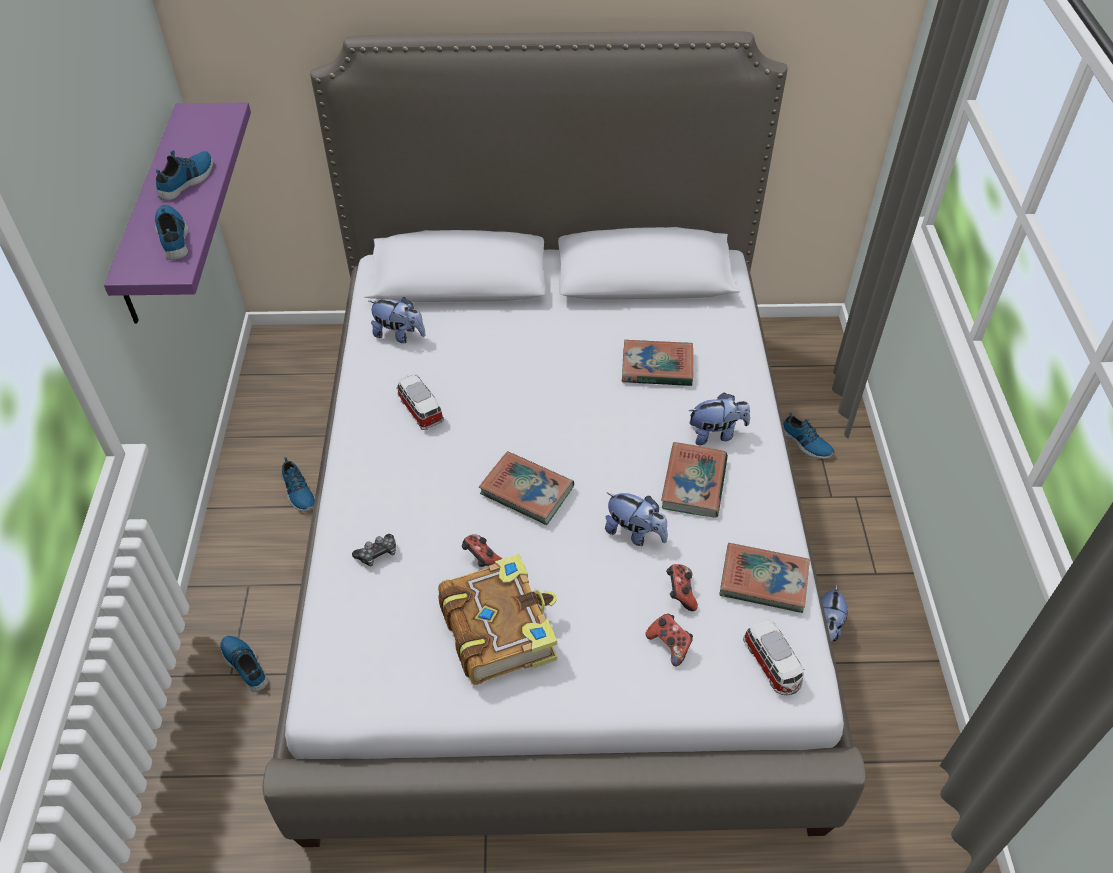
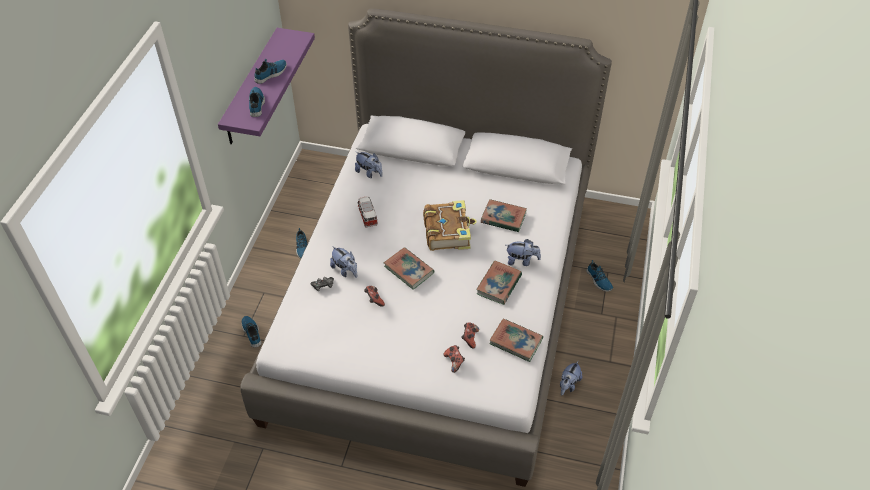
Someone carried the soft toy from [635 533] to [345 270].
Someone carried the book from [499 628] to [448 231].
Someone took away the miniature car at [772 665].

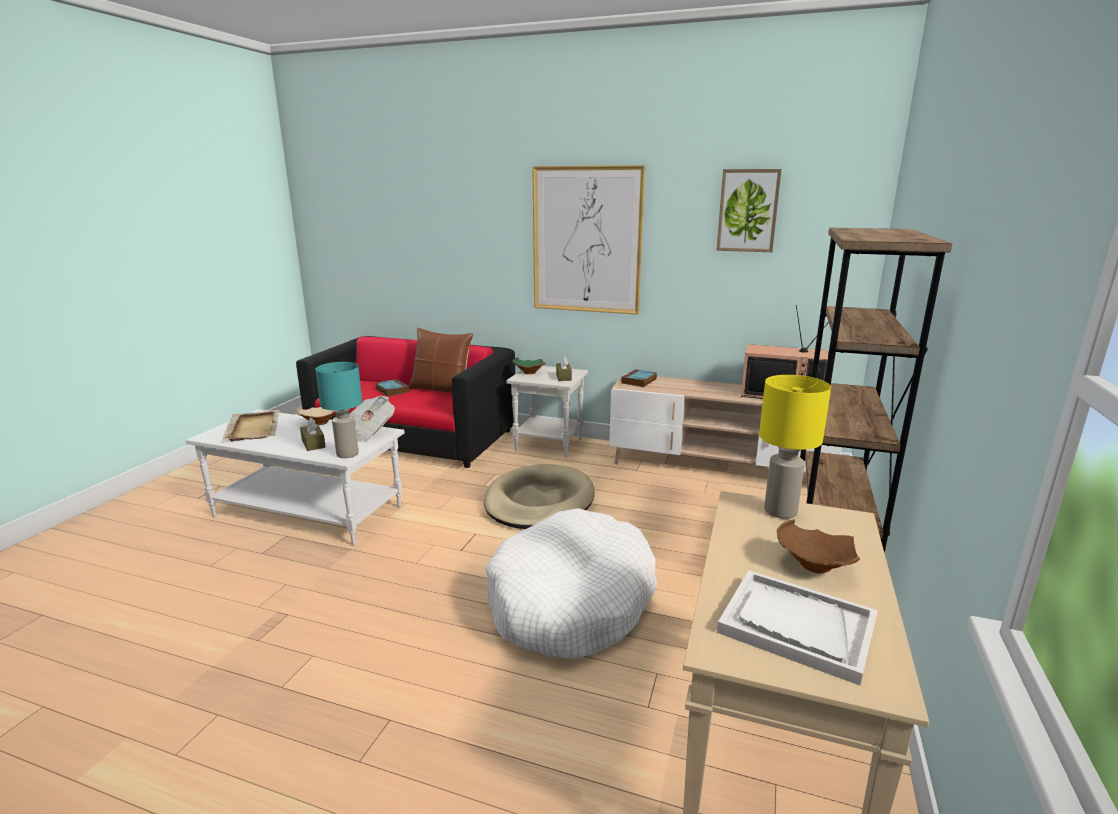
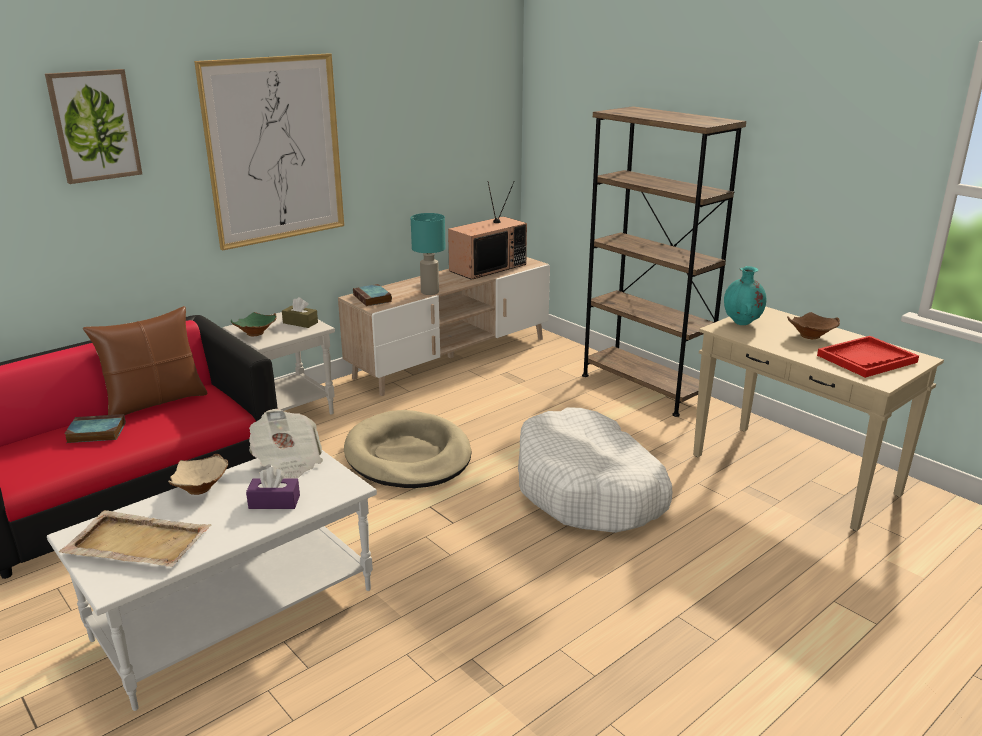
Someone carried the wall art from [748 210] to [94 126].
Someone repainted the brown tissue box at [313 443], which became the purple tissue box at [274 502].
Someone carried the turquoise-coloured lamp for a table from [348 454] to [429 292].
Someone swapped the yellowish lamp for a table at [780 512] for the turquoise-coloured decorative vase at [742 323].
Someone repainted the white-coloured serving tray at [796 626], which became the reddish serving tray at [866 359].

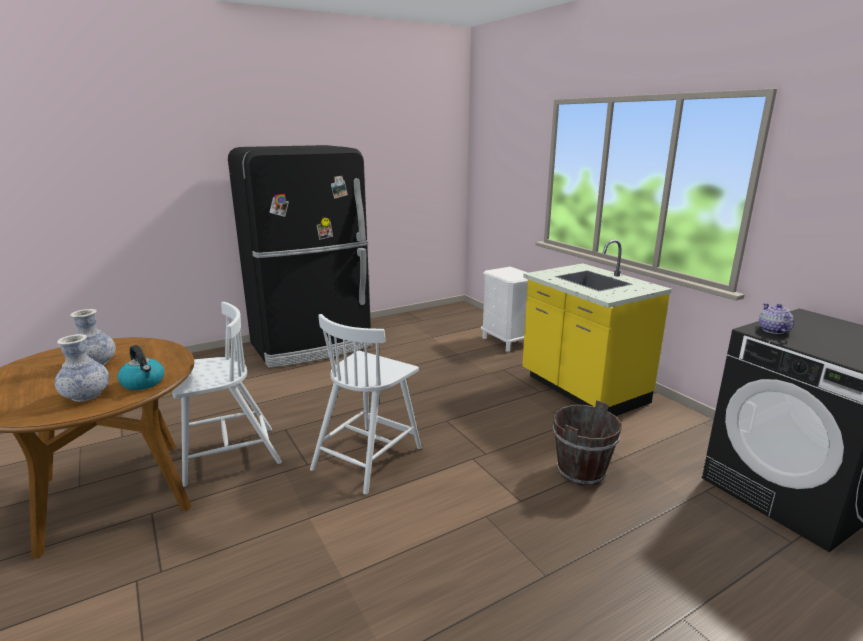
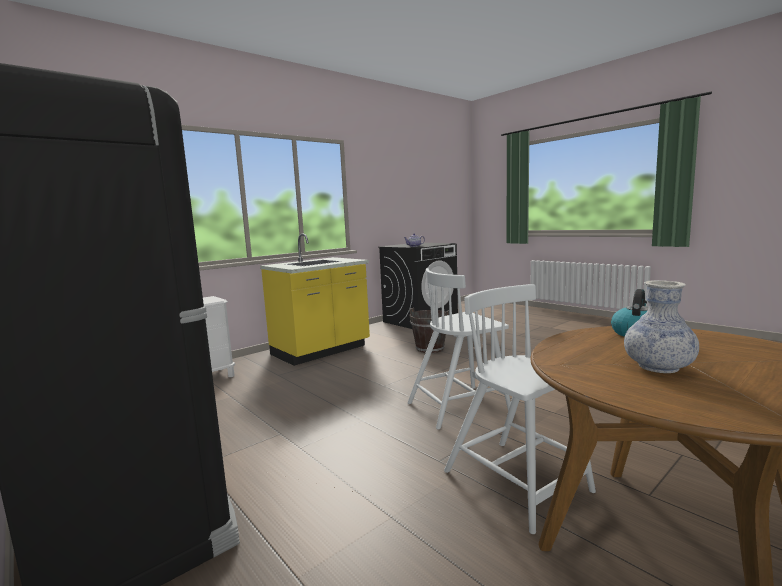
Someone rotated the white-coloured upright chair at [368 457] by 135 degrees clockwise.
Someone took away the decorative vase at [86 396].

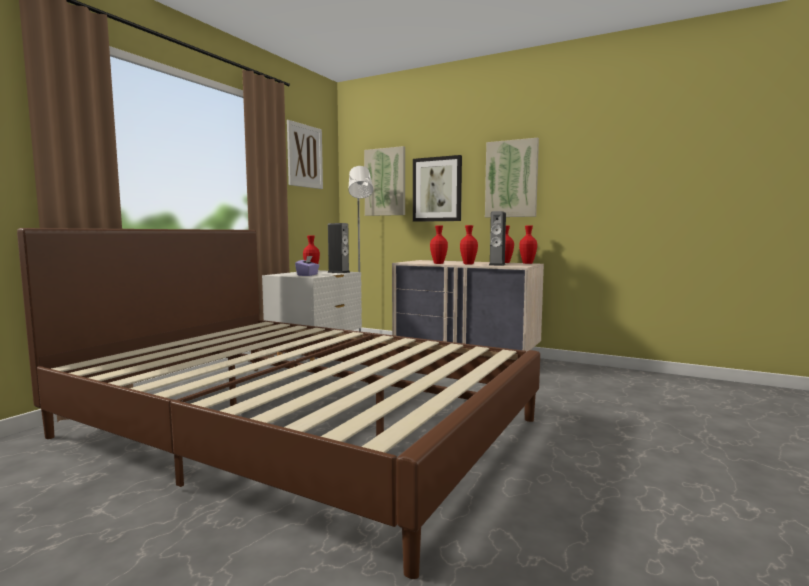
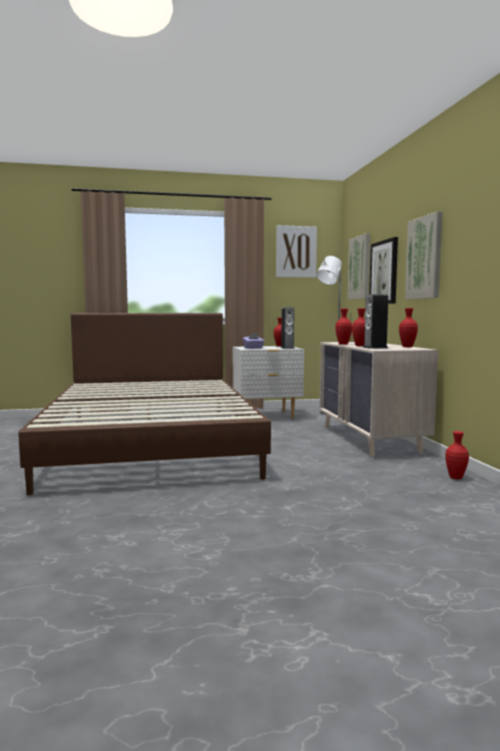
Someone carried the reddish decorative vase from [527 263] to [455 477].

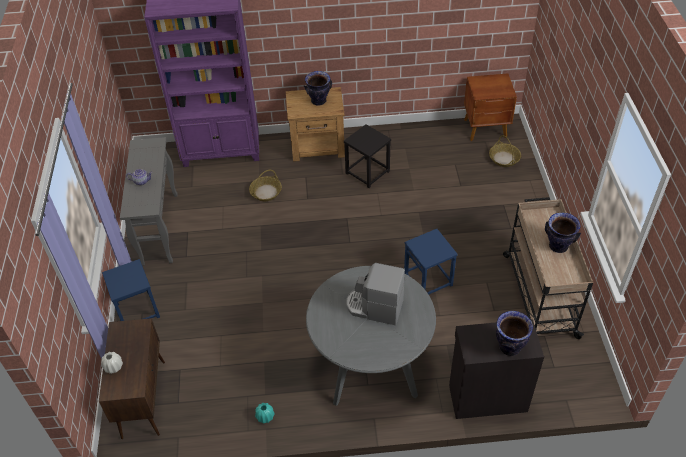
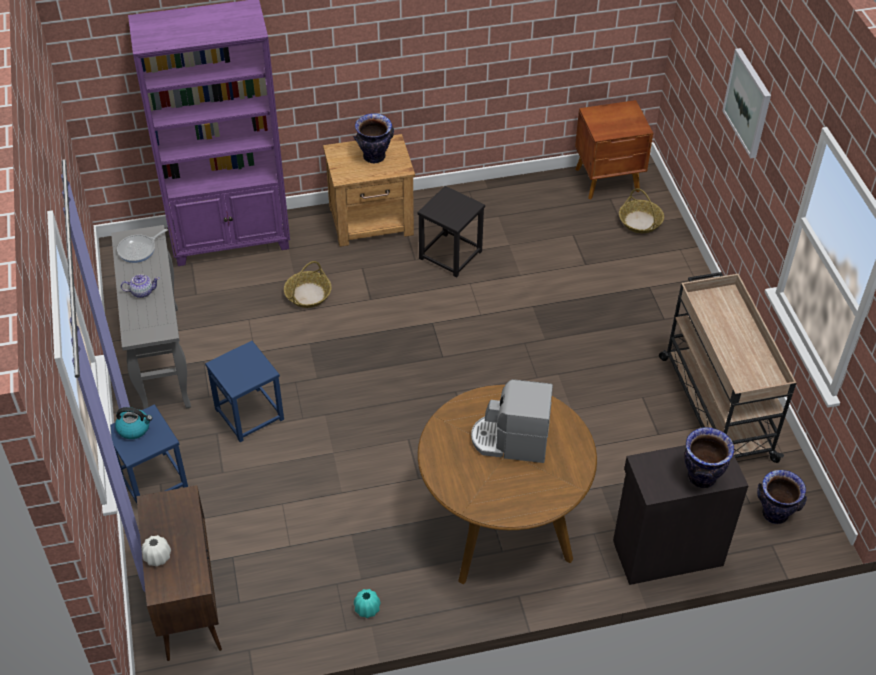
Someone put down the kettle at [134 428].
Someone put down the frying pan at [139 250].
Someone carried the bluish stool seat from [428 279] to [250 414].
Someone repainted the grey dinner table at [371 365], which became the brown dinner table at [502 524].
Someone put up the wall art at [748 103].
Someone carried the decorative vase from [558 246] to [775 513].

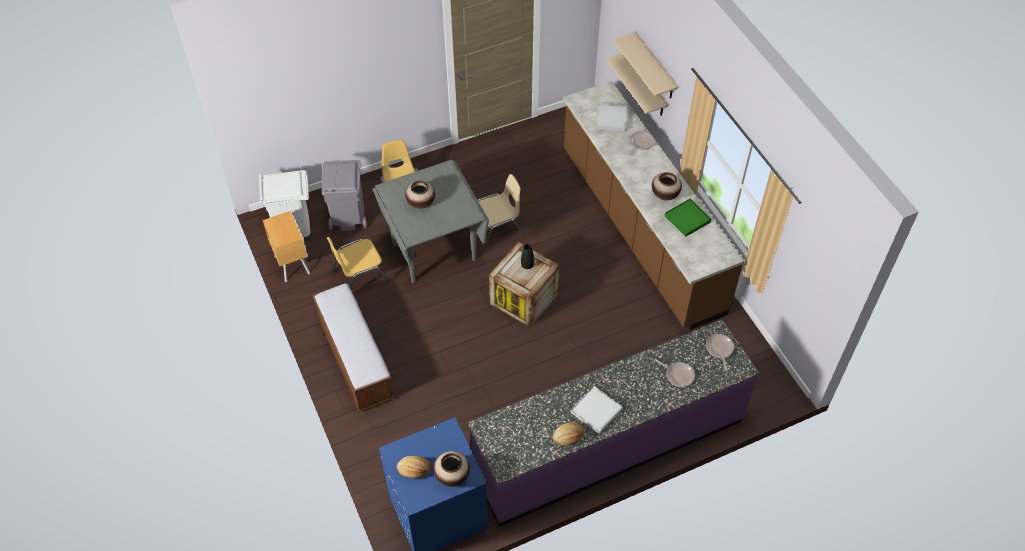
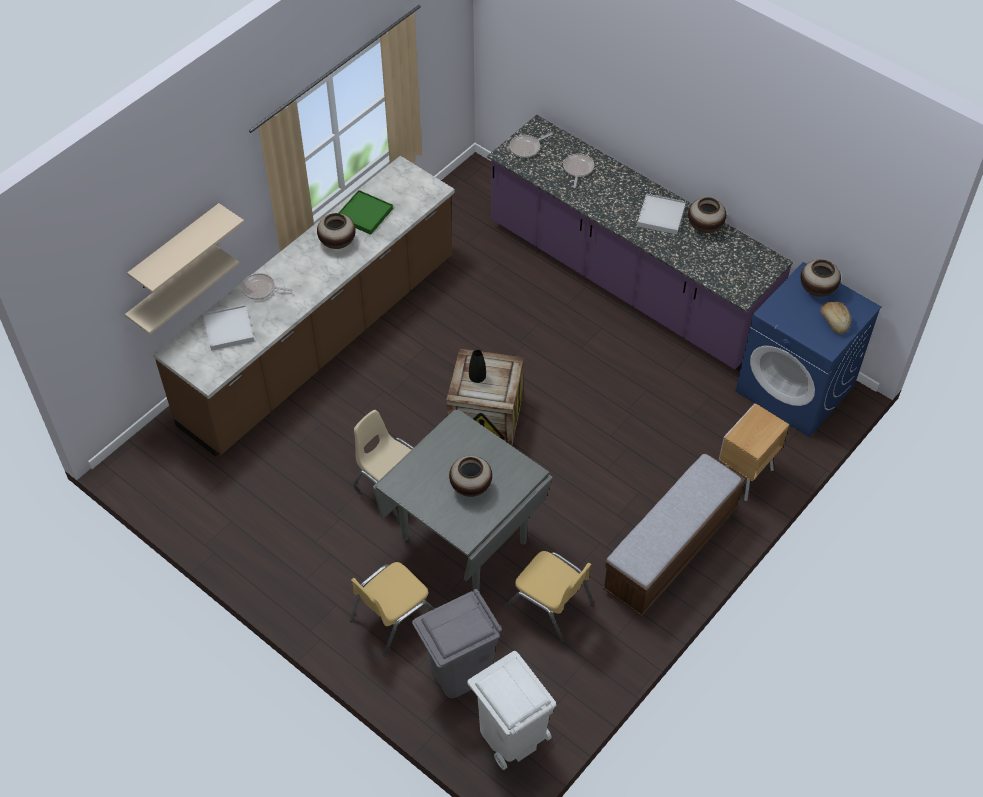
Someone swapped the bakery bread at [568 437] for the decorative vase at [704 227].
Someone carried the brown bedside table from [292 264] to [743 476].

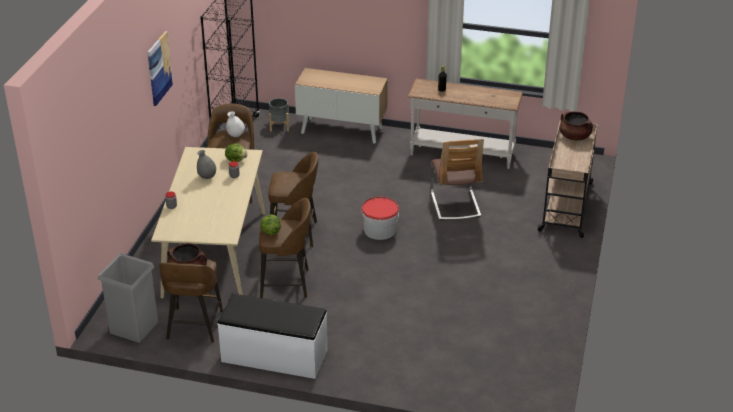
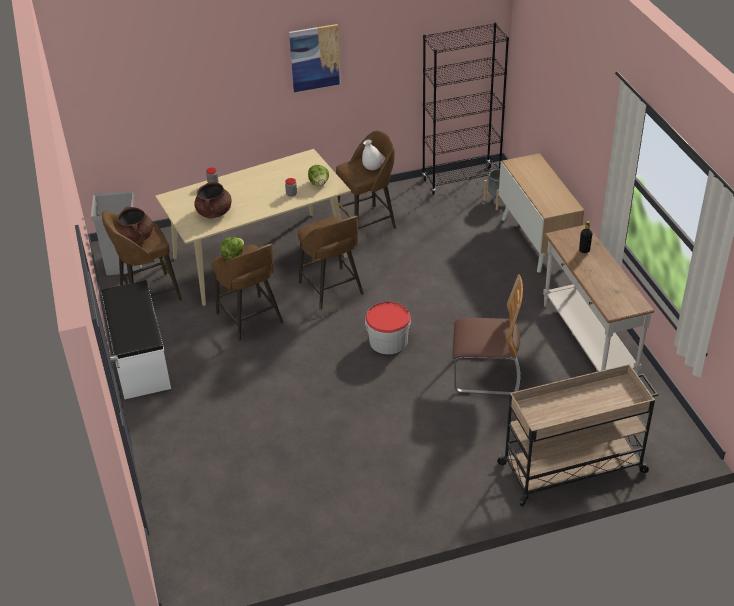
Someone carried the brown cooking pot from [574 137] to [214 213].
Someone rotated the upright chair at [455 204] by 135 degrees counterclockwise.
Someone took away the grey decorative vase at [207 177].

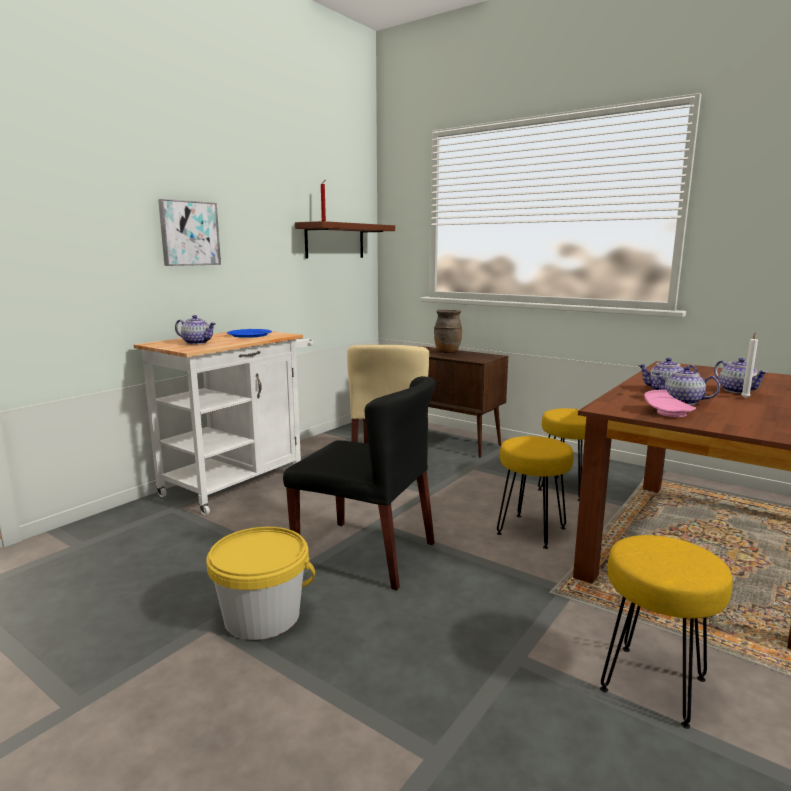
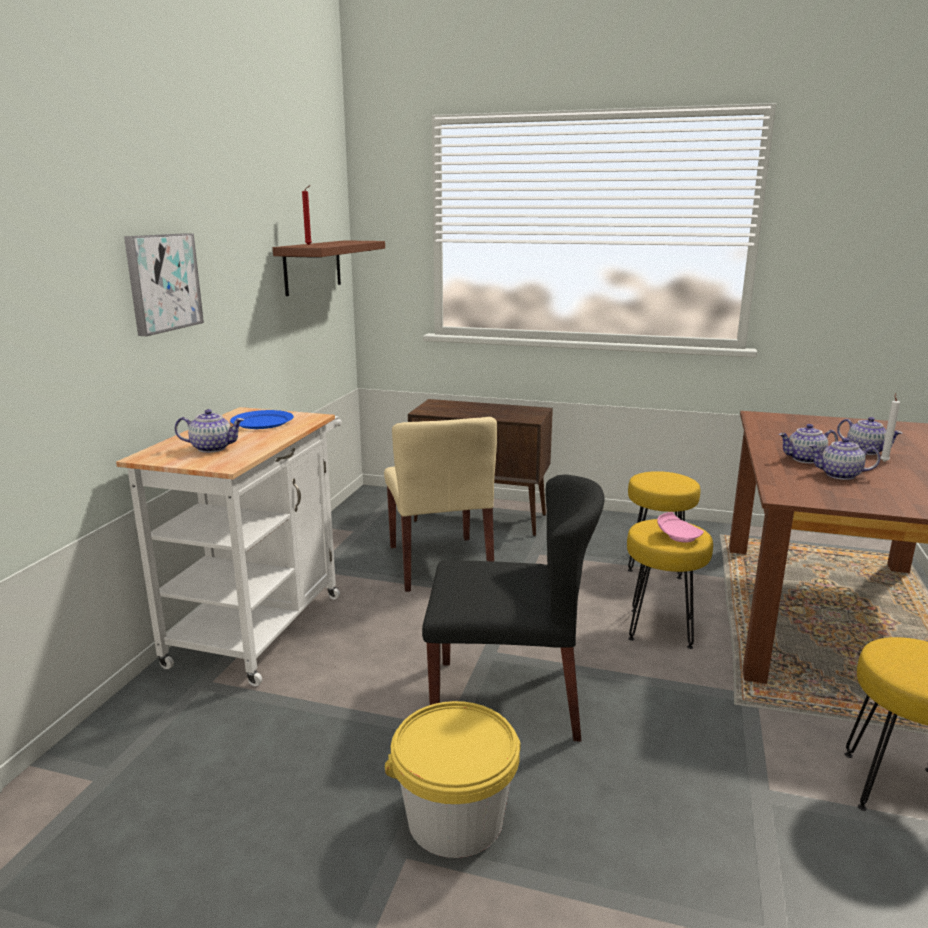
Someone carried the pinkish dinner plate from [667 412] to [678 536].
Someone took away the brown decorative vase at [447 352].

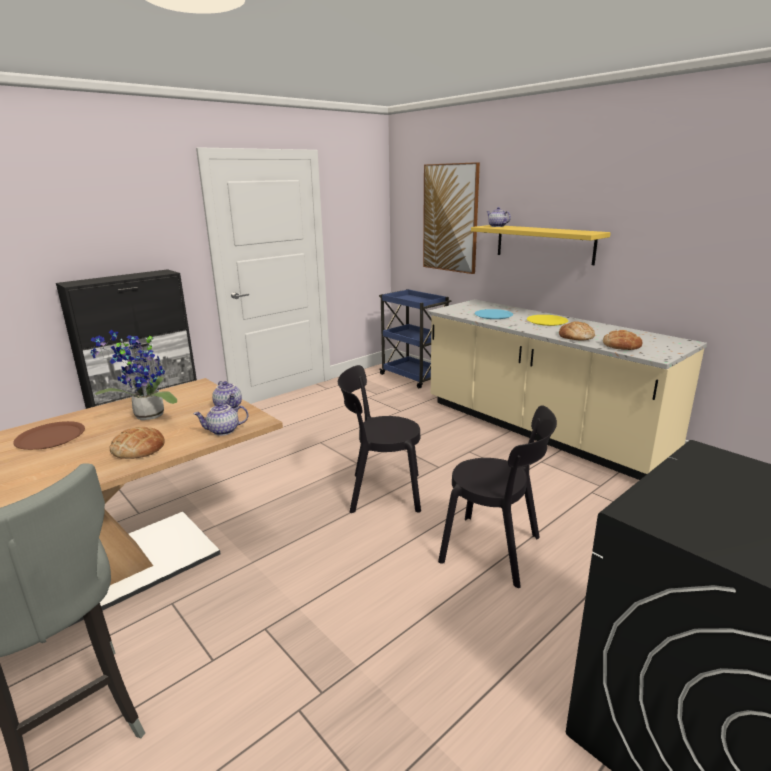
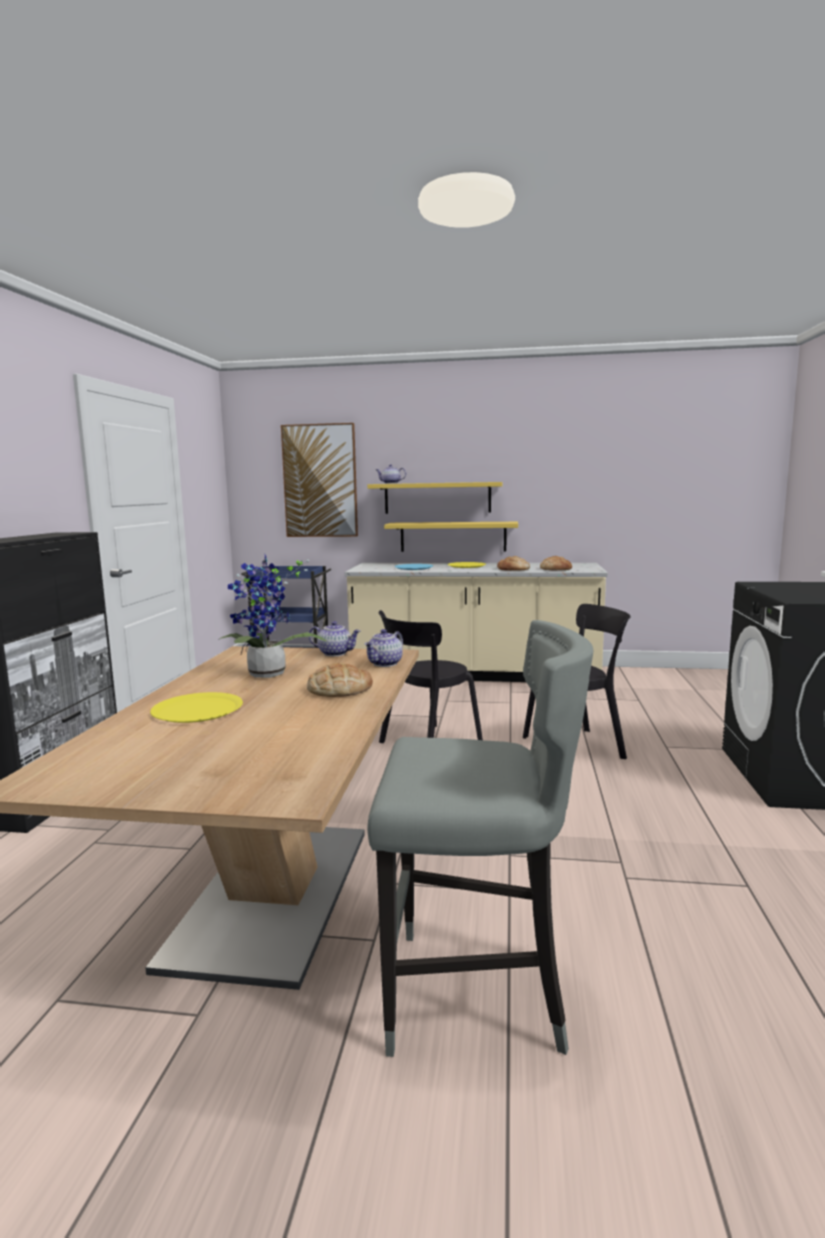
Someone repainted the brown dinner plate at [50 437], which became the yellowish dinner plate at [197 709].
Someone put up the yellowish shelf at [453 536].

